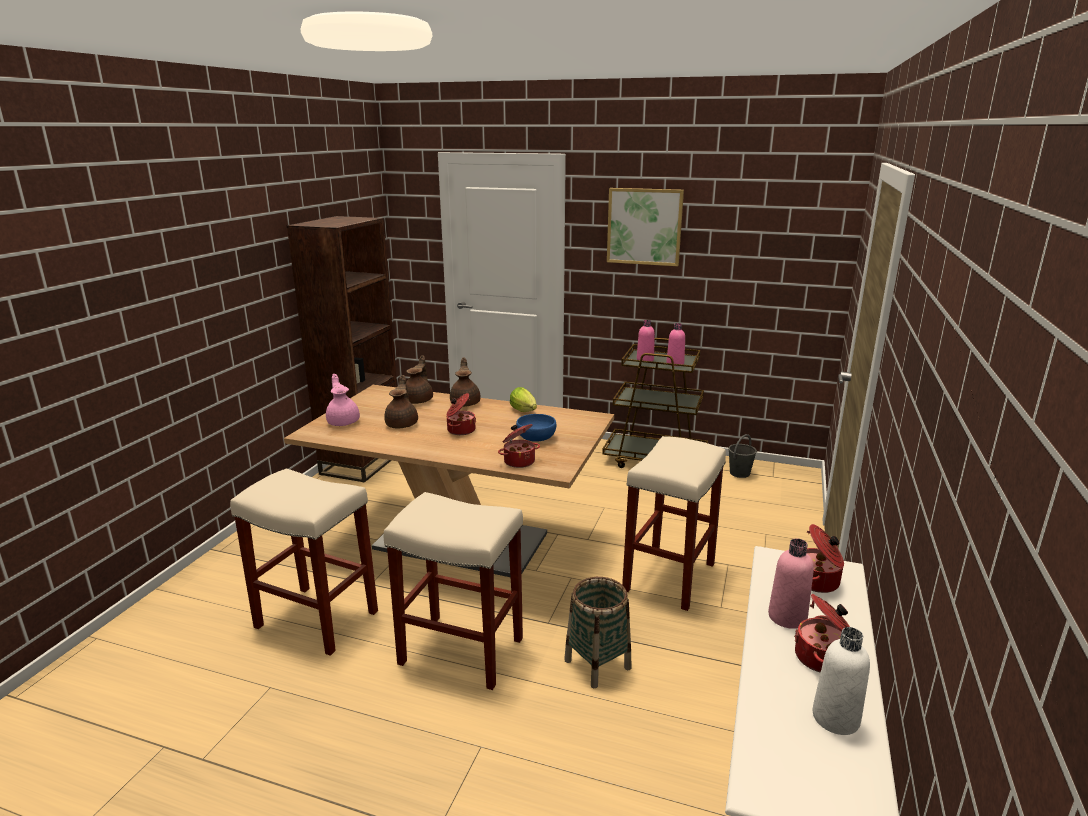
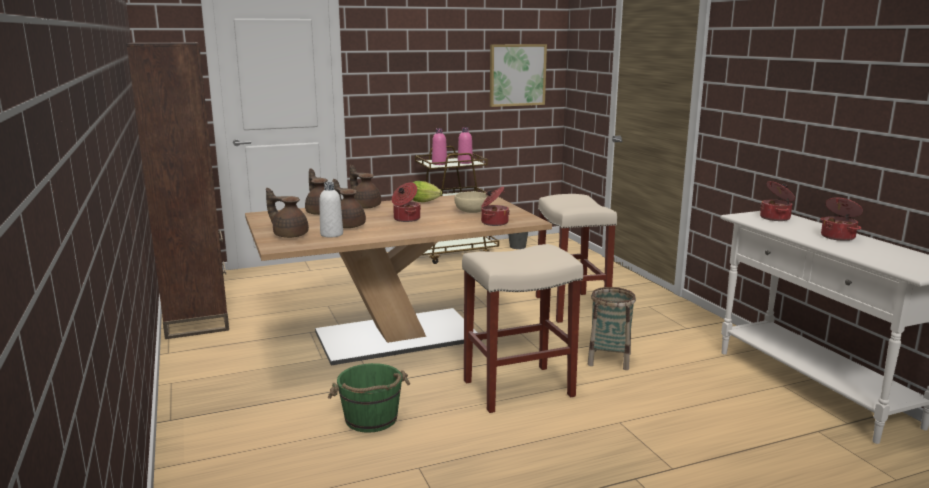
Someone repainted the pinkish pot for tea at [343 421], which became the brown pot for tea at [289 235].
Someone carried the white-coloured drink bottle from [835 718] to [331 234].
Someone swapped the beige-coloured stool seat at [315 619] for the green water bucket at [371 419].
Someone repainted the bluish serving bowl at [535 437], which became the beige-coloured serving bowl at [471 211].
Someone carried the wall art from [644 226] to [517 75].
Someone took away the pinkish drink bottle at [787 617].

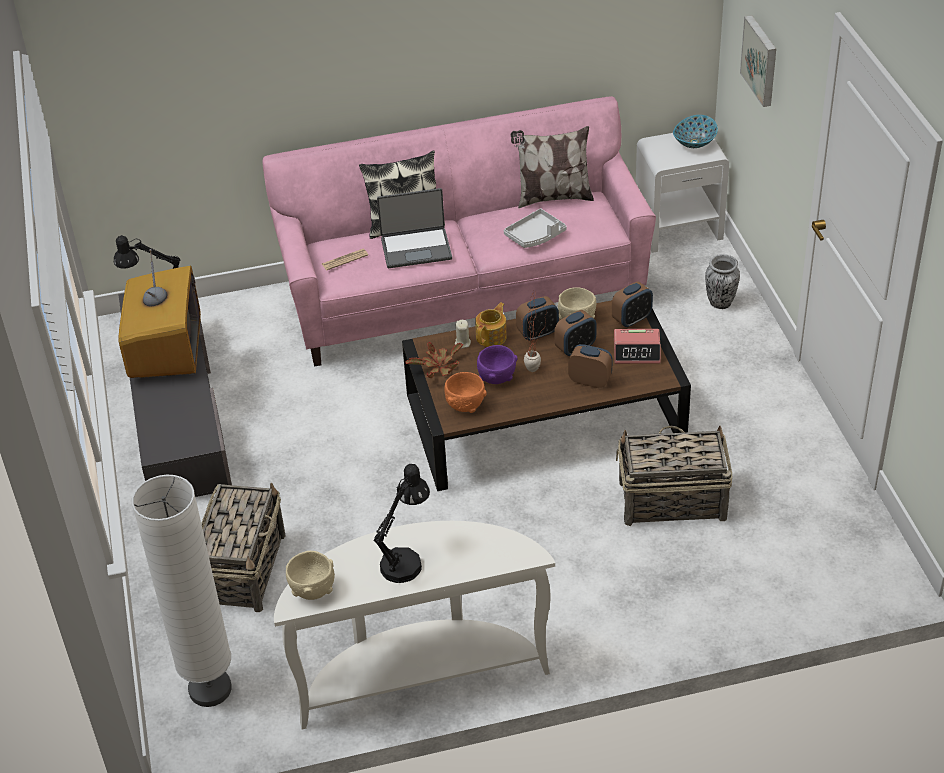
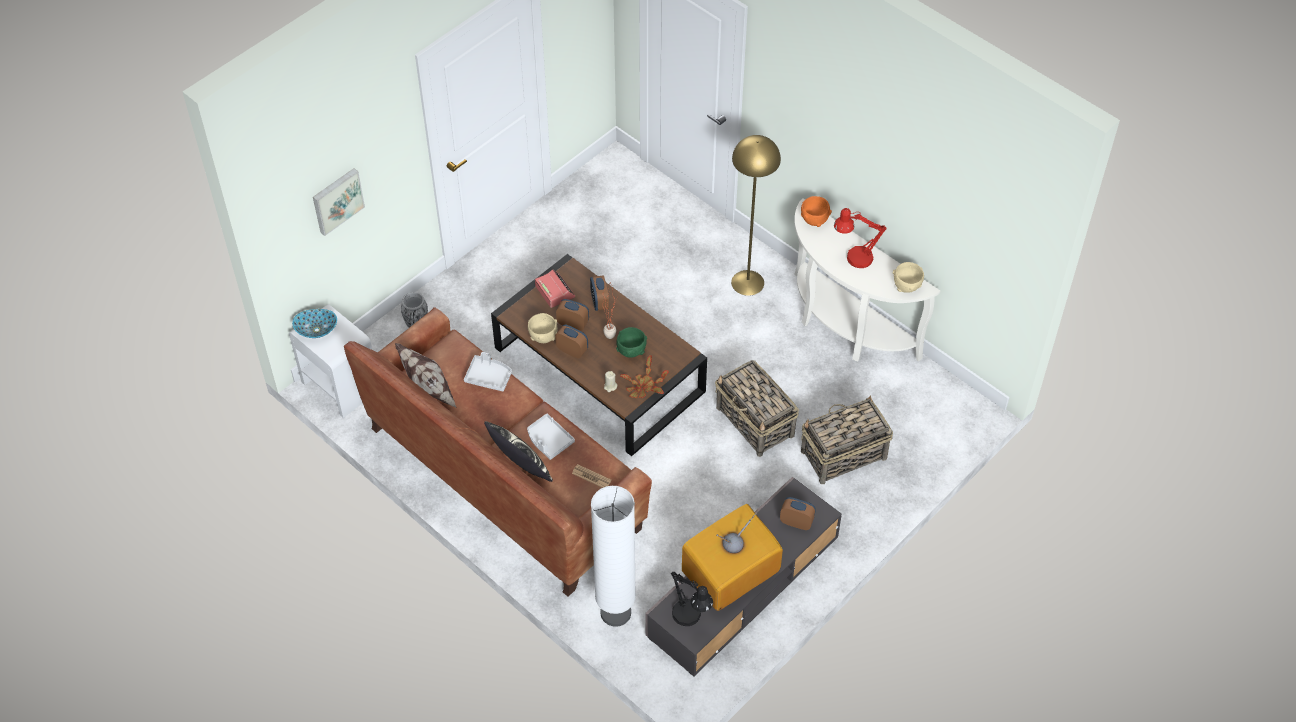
Someone repainted the pinkish sofa at [464 297], which became the brown sofa at [504 478].
Someone swapped the laptop at [416 248] for the grey serving tray at [549 440].
Someone carried the white-coloured floor lamp from [210 689] to [616 613].
Someone repainted the purple serving bowl at [496 378], which became the green serving bowl at [631 351].
Someone carried the storage basket from [671 500] to [755 422].
Someone put down the yellowish floor lamp at [748 282].
Someone carried the table clock from [632 319] to [796 522].
Someone carried the orangey serving bowl from [465 405] to [814 220].
Someone repainted the black lamp for a table at [406 560], which became the reddish lamp for a table at [853 258].
Someone took away the pot for tea at [492 336].

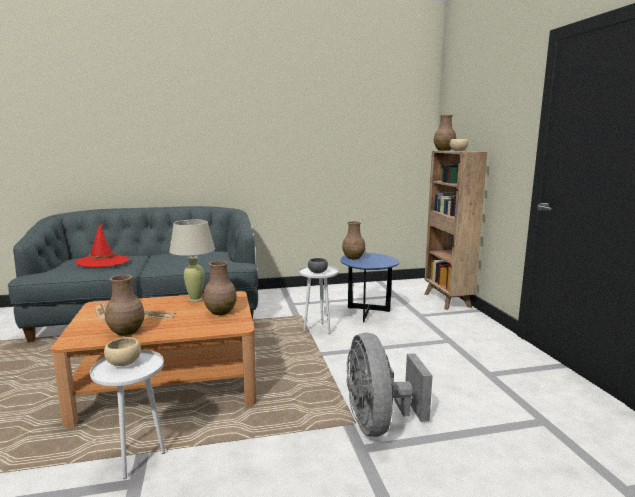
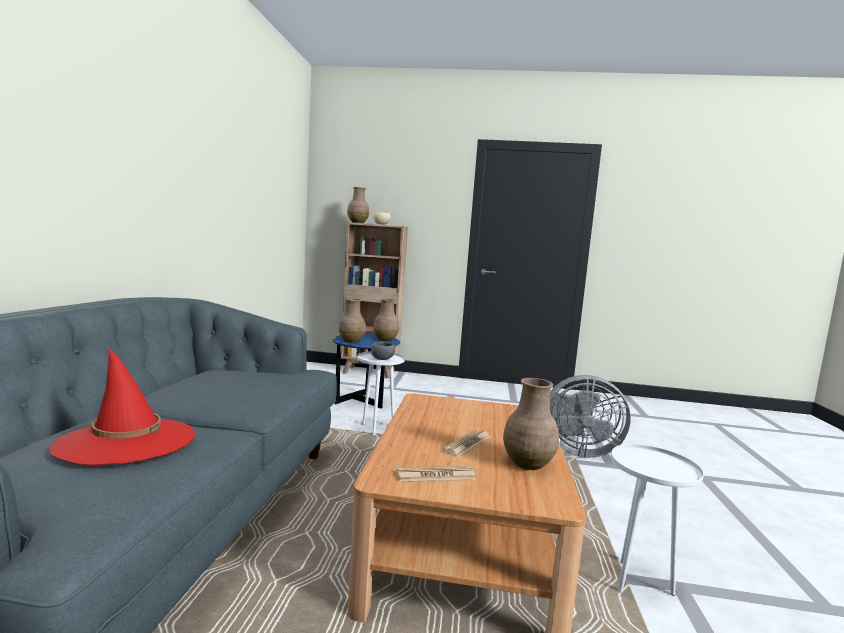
Someone carried the brown decorative vase from [220 312] to [385 339].
Someone took away the beige-coloured serving bowl at [124 363].
Someone took away the beige-coloured lamp for a table at [195 299].

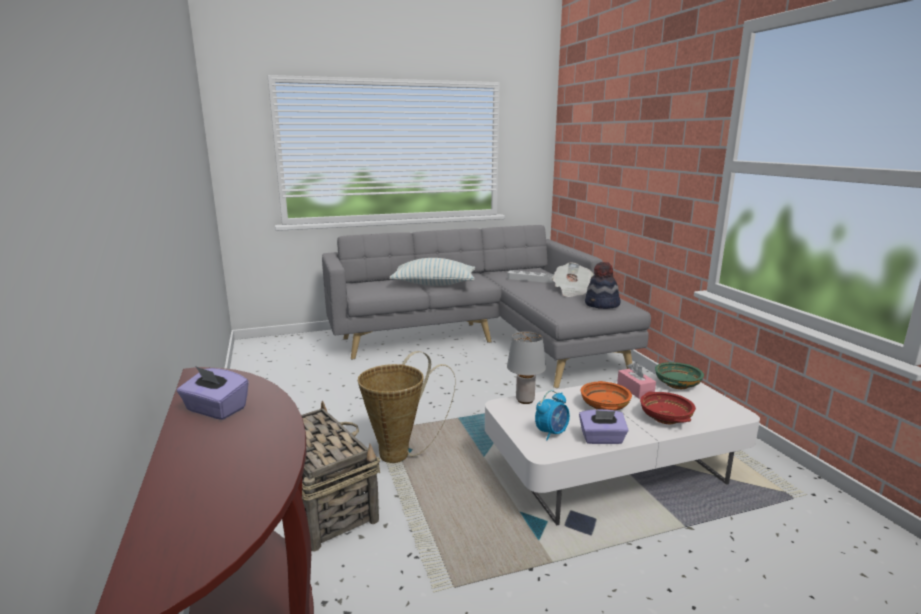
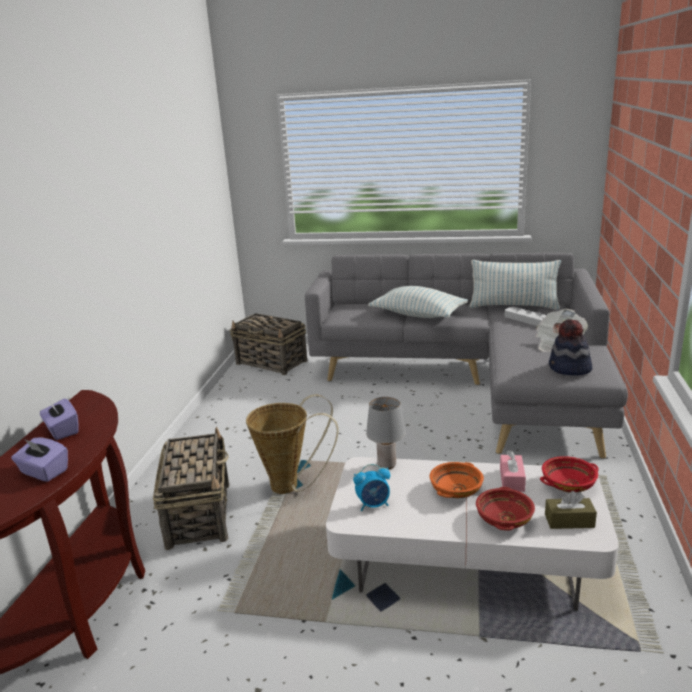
Someone carried the purple tissue box from [602 439] to [44 472].
Someone put down the storage basket at [272 362].
Someone put down the throw pillow at [513 306].
Someone repainted the green serving bowl at [677 384], which became the reddish serving bowl at [568 485].
Someone put down the brown tissue box at [569 521].

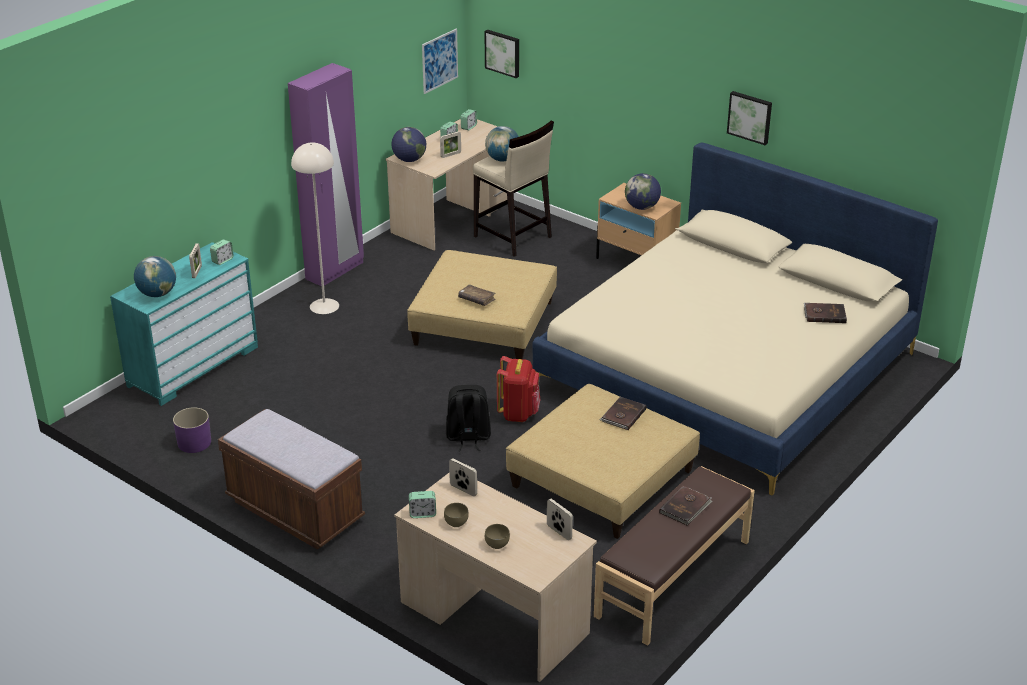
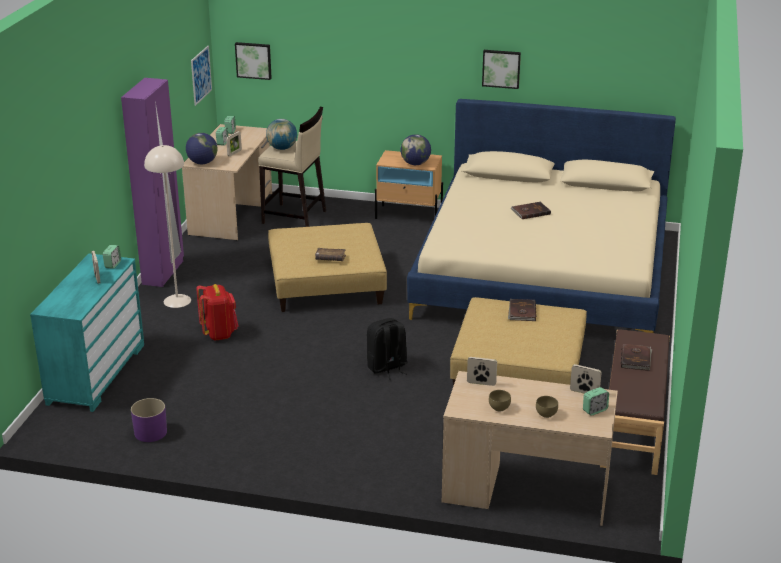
Someone carried the reddish rucksack from [518 413] to [219 333].
Someone carried the brown book from [824 314] to [530 212].
Someone carried the table clock from [422 513] to [595 410].
Someone took away the desk globe at [157 294].
Someone took away the brown bench at [295 511].

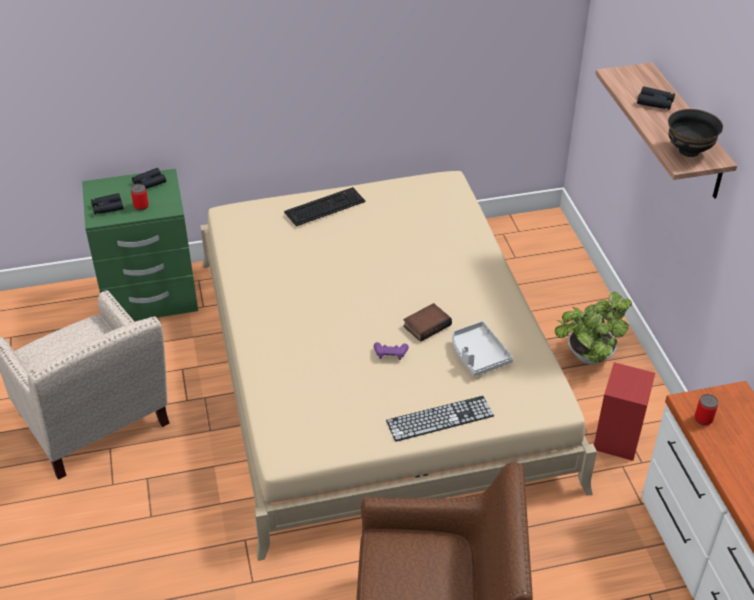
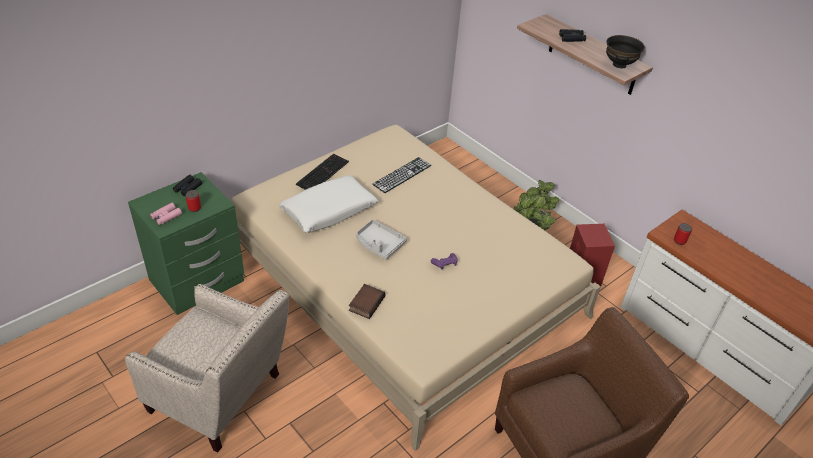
Someone repainted the black field glasses at [107 207], which became the pinkish field glasses at [166 217].
Someone put down the white-coloured throw pillow at [329 211].
Someone carried the book from [426 325] to [366 303].
Someone carried the grey serving tray from [478 355] to [379 244].
Someone carried the keyboard from [440 418] to [402 174].

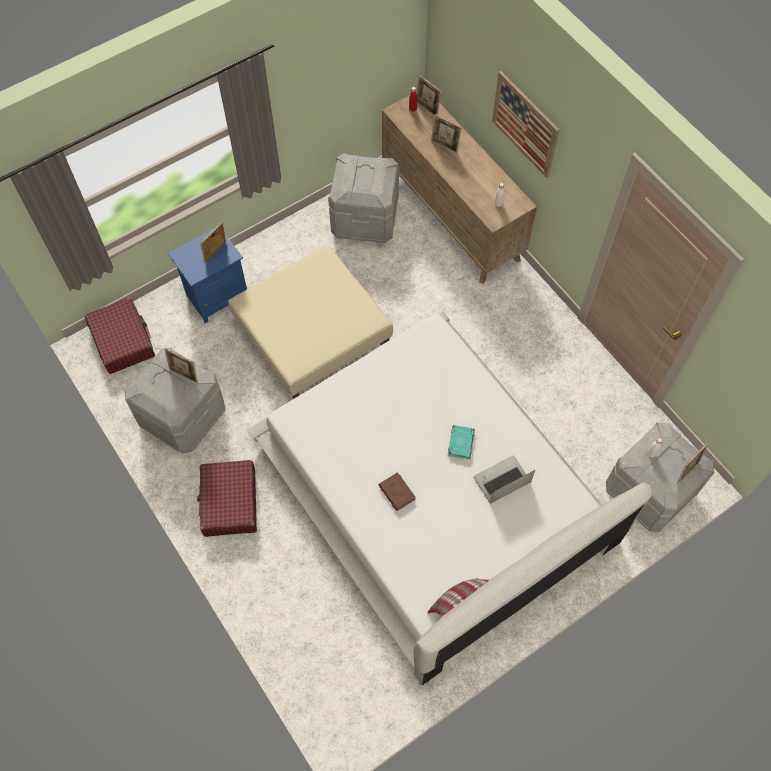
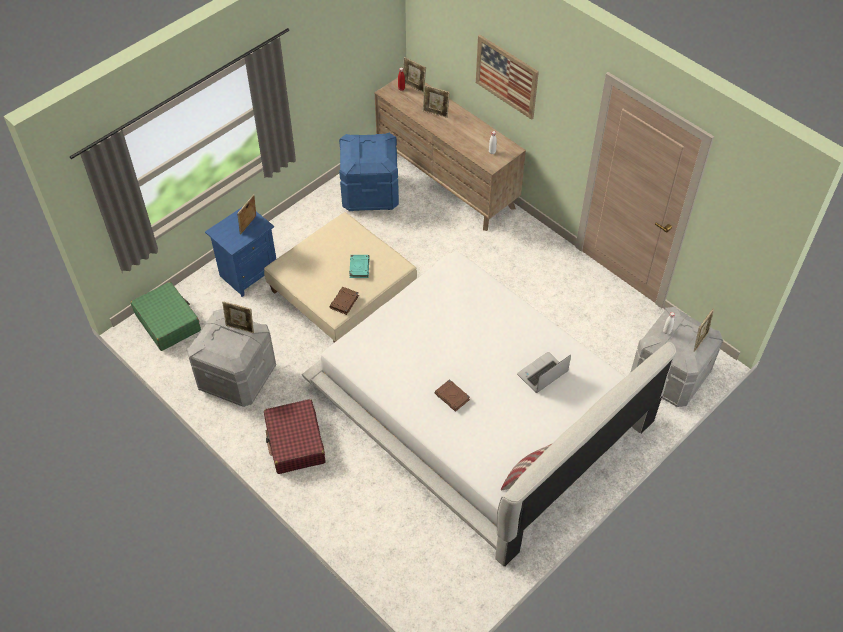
Someone repainted the reddish travel case at [123 341], which became the green travel case at [168 322].
Someone put down the brown book at [344 302].
Someone repainted the grey storage container at [364 218], which became the bluish storage container at [370 192].
Someone carried the turquoise-coloured book from [460 442] to [359 267].

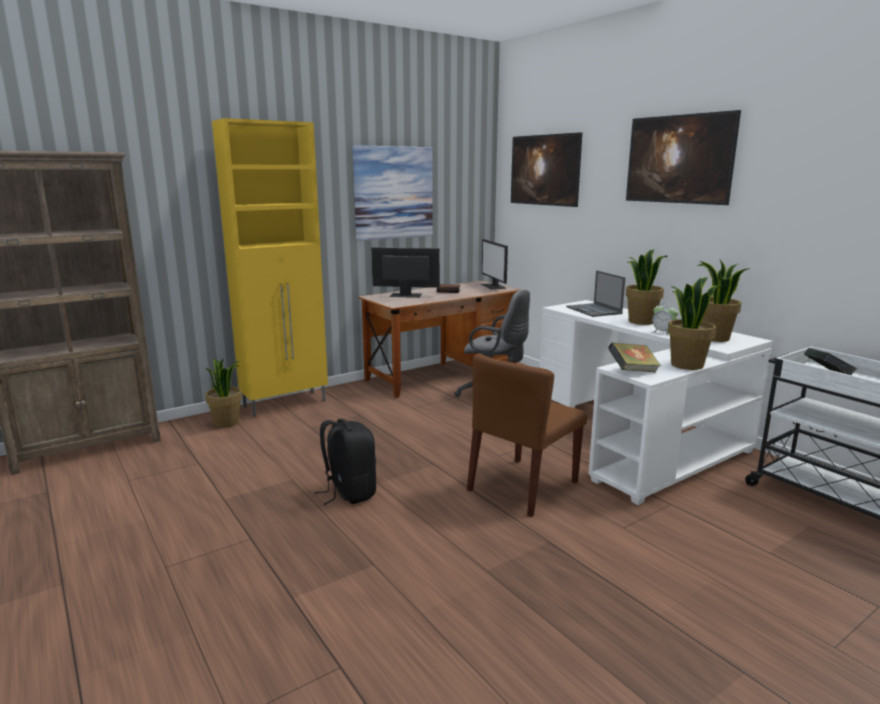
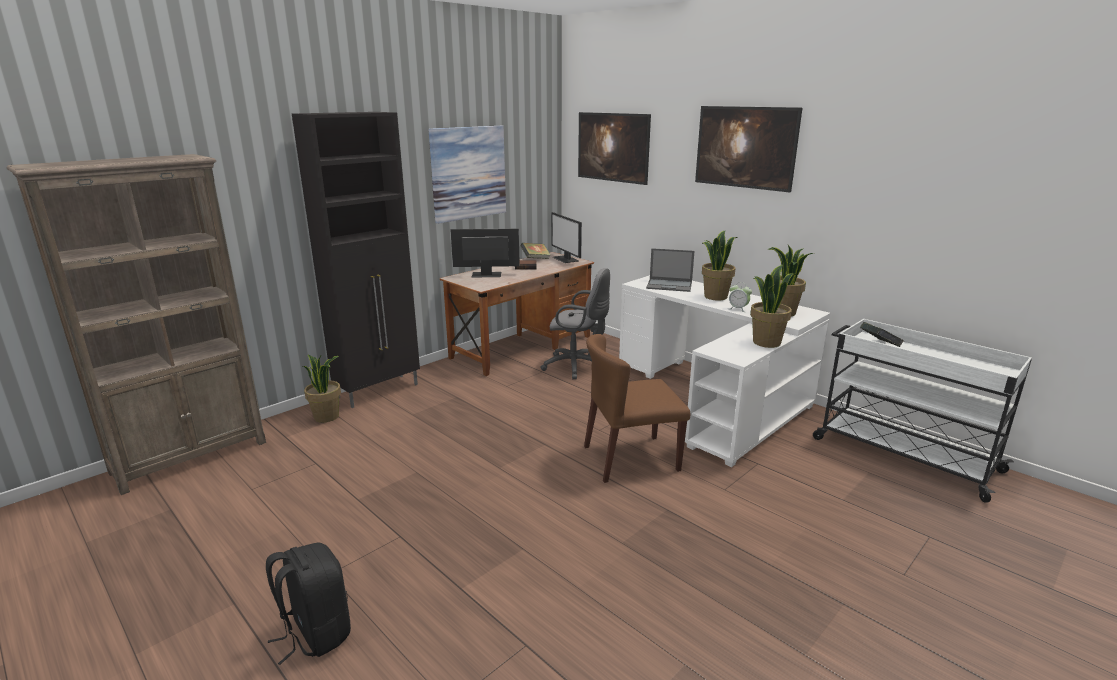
Someone carried the black rucksack from [349 493] to [315 633].
Someone repainted the yellowish storage cabinet at [286 404], which became the black storage cabinet at [379 391].
Someone carried the book from [633 371] to [535 259].
Someone rotated the brown upright chair at [523 486] by 45 degrees clockwise.
Someone rotated the laptop at [594 310] by 45 degrees counterclockwise.

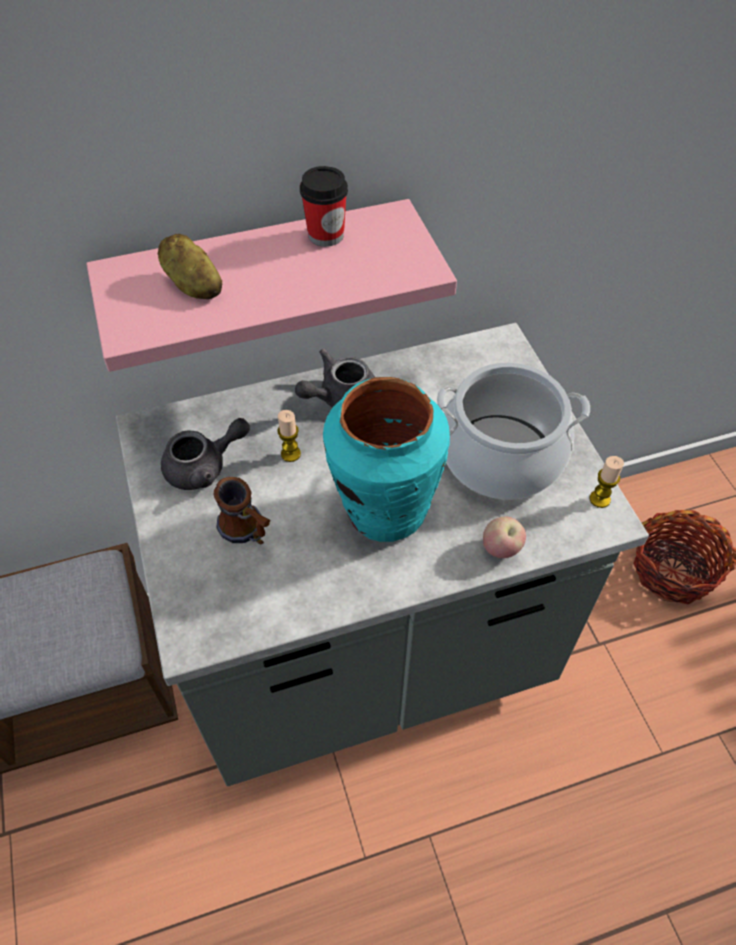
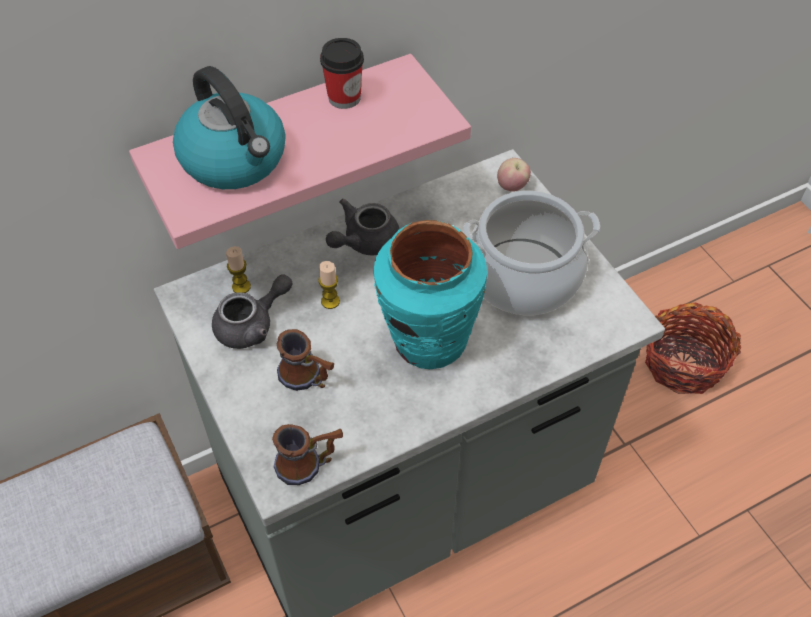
Someone swapped the whole potato at [192 285] for the kettle at [235 159].
Someone carried the candle from [599 499] to [241 286].
Someone put down the mug at [310 464].
Someone carried the apple from [501 549] to [512 187].

